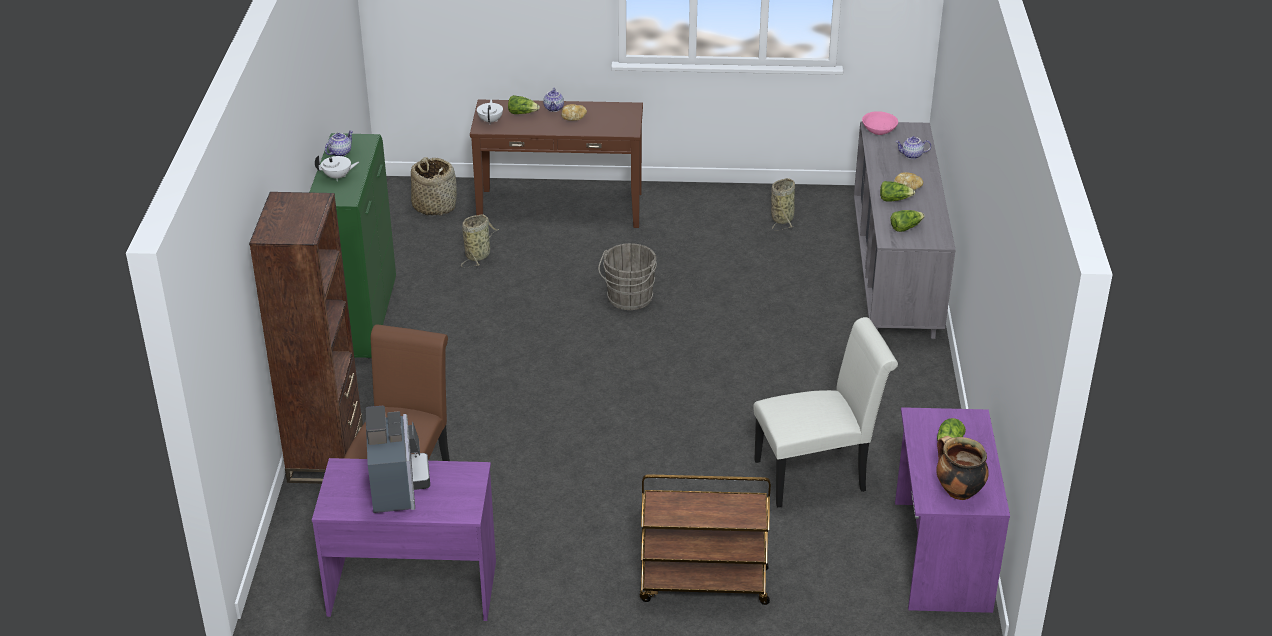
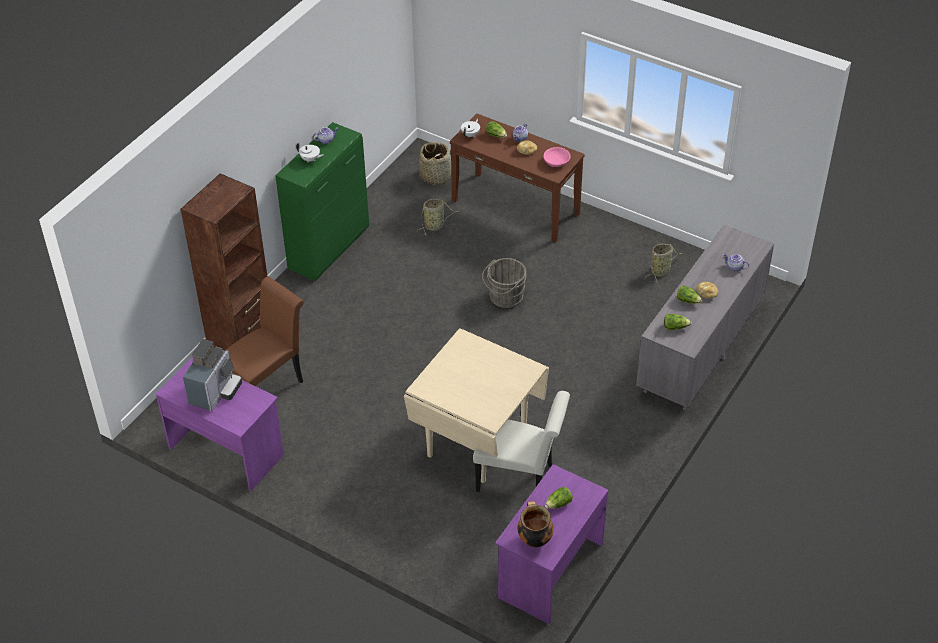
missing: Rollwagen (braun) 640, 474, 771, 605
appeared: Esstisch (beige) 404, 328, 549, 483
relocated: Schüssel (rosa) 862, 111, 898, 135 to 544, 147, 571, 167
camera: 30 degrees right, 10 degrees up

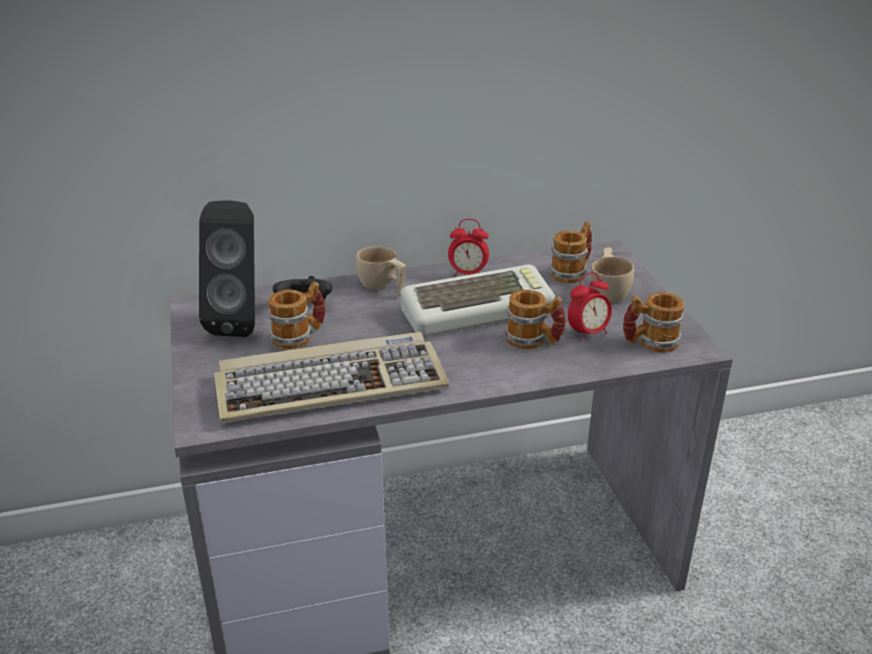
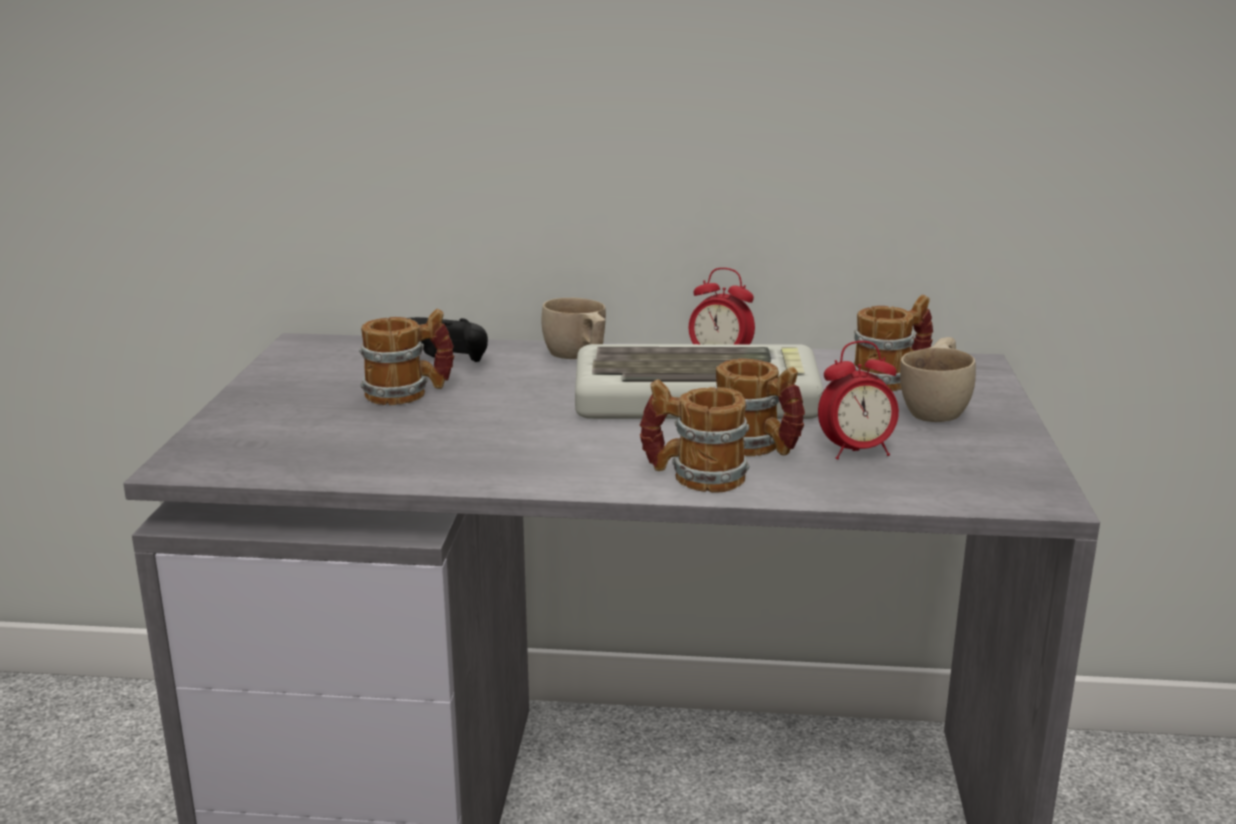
missing: Lautsprecher (schwarz) 199, 200, 255, 337; Tastatur 214, 332, 450, 424
relocated: Henkelbecher 623, 292, 685, 353 to 640, 379, 750, 493
camera: 20 degrees right, 10 degrees down

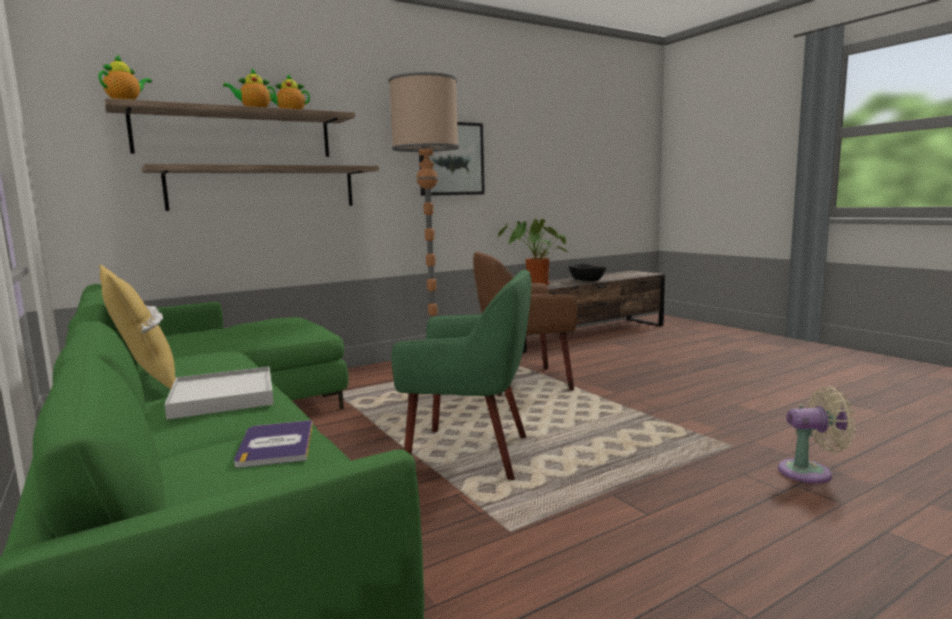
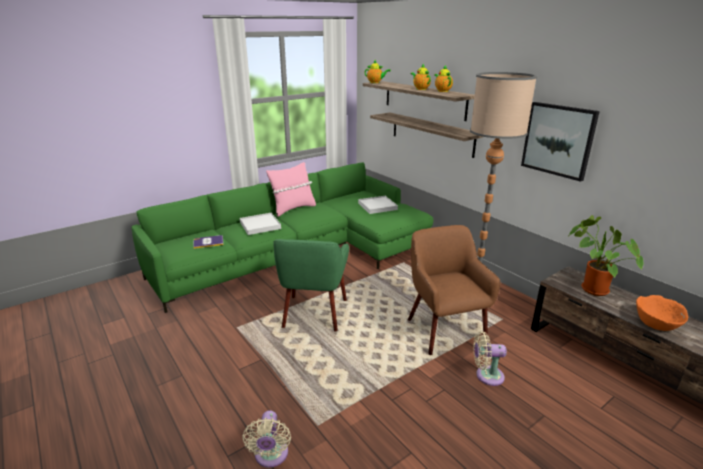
appeared: Tablett (weiß) 358, 196, 398, 214; Ventilator (beige) 473, 331, 507, 386
colour: Kissen (gelb) 99, 265, 176, 389 to Kissen (rosa) 266, 162, 316, 217; Schüssel (schwarz) 569, 263, 607, 281 to Schüssel (orange) 636, 295, 688, 331
camera: 85 degrees right, 15 degrees up

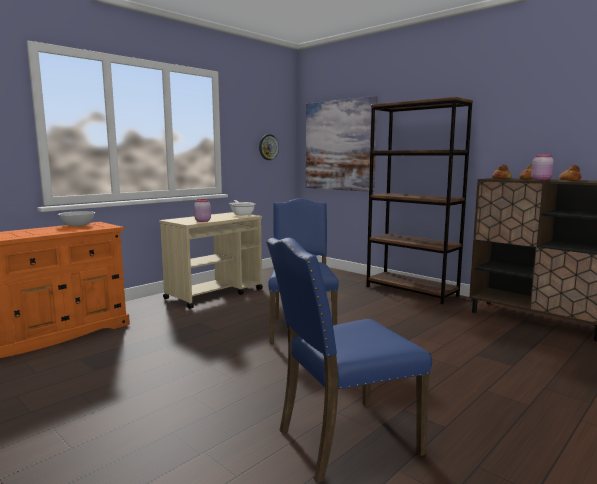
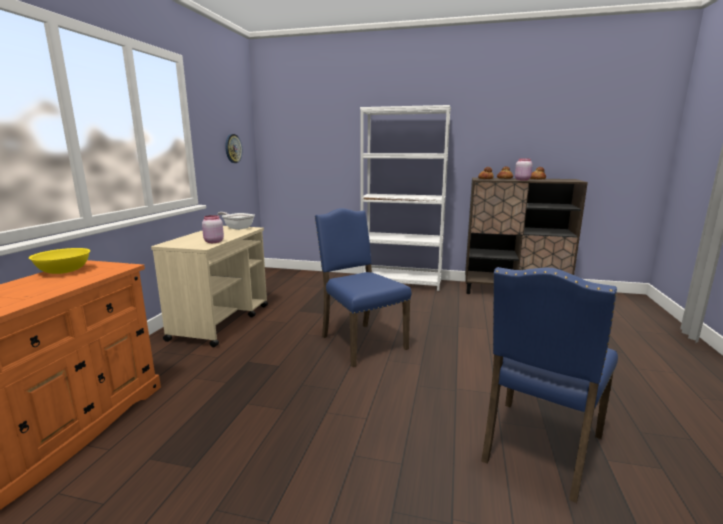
missing: Bild 306, 96, 377, 192
colour: Schüssel (weiß) 58, 211, 96, 226 to Schüssel (gelb) 29, 248, 91, 274; Bücherregal (braun) 366, 97, 473, 304 to Bücherregal (weiß) 360, 105, 451, 291
camera: 30 degrees left, 5 degrees up

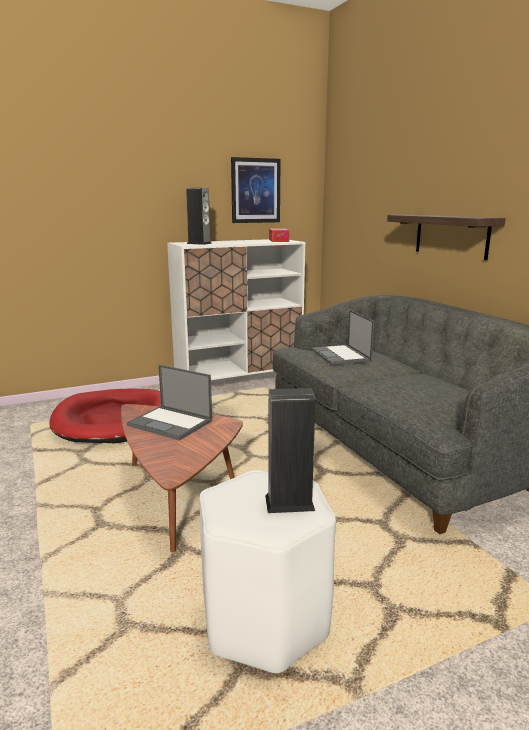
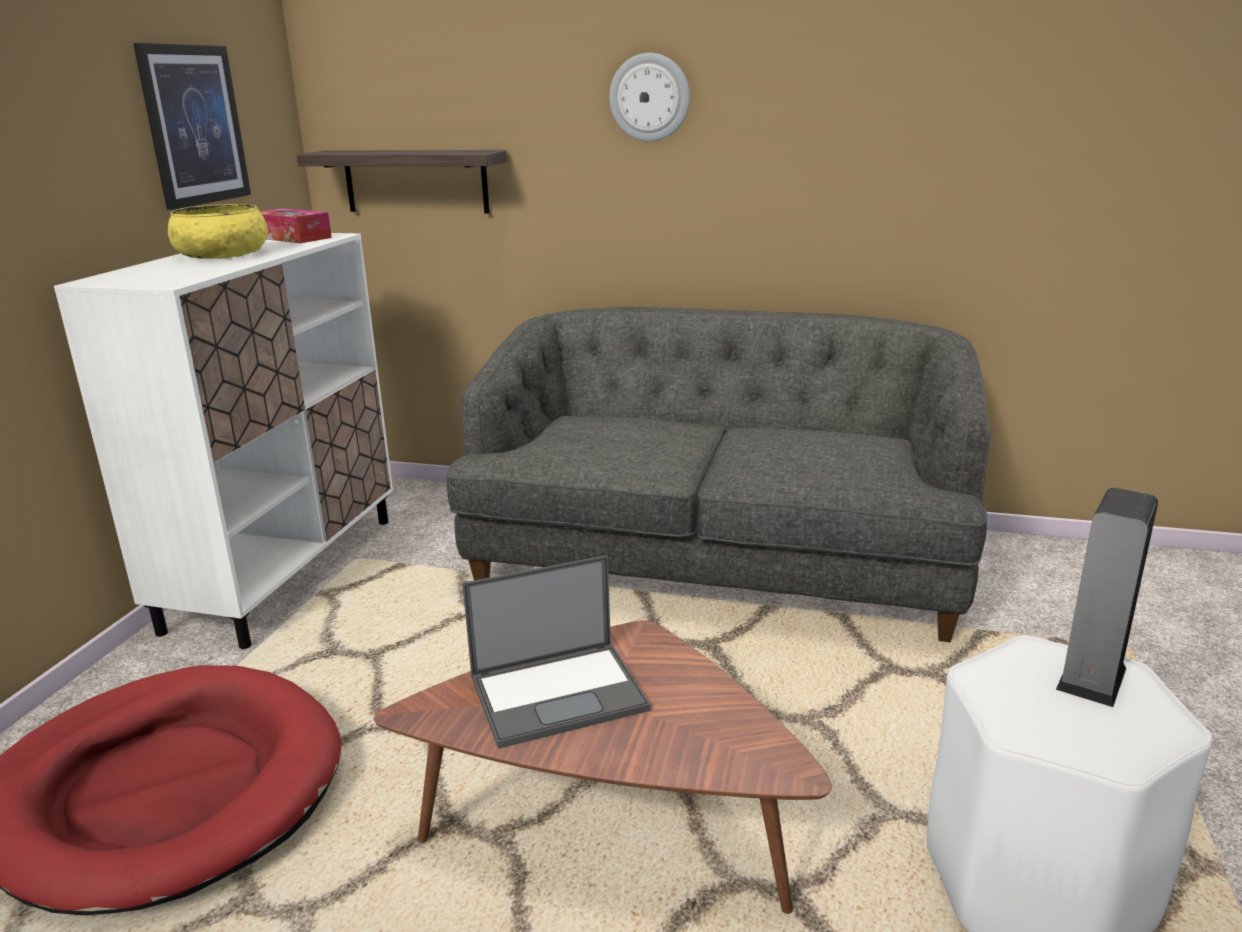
missing: Lautsprecher 186, 188, 212, 245; Laptop 311, 310, 374, 365
appeared: Schüssel (gelb) 168, 204, 268, 259; Wanduhr 609, 53, 690, 142
relocated: Wandregal 387, 215, 506, 260 to 296, 150, 507, 214
camera: 50 degrees left, 5 degrees up

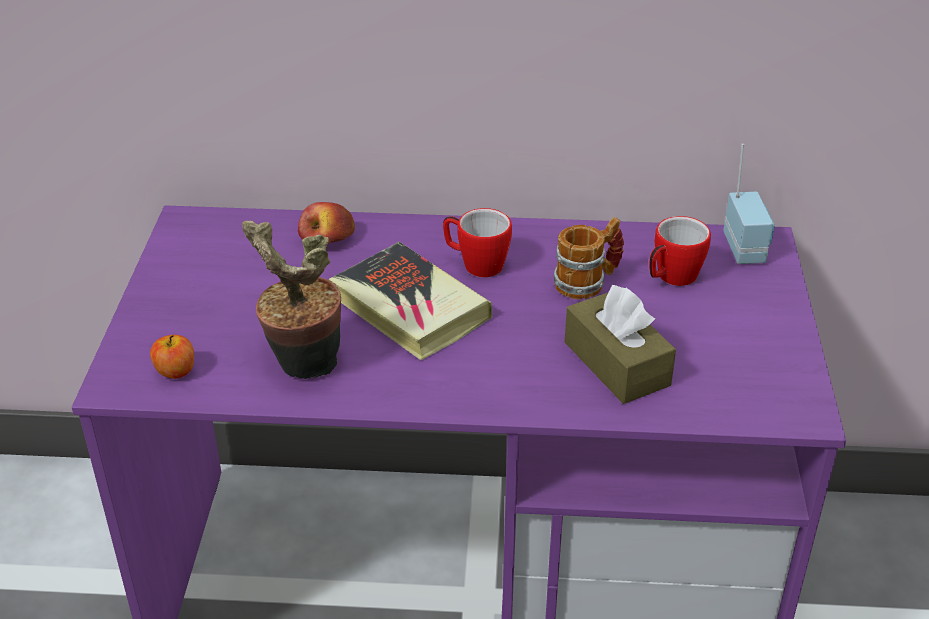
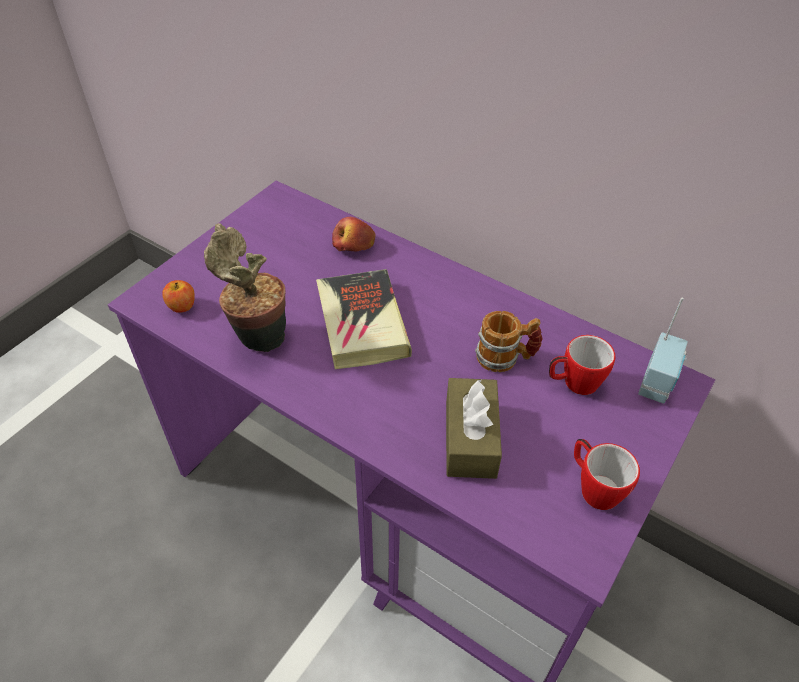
relocated: Henkelbecher 443, 208, 512, 277 to 574, 439, 640, 510
camera: 30 degrees right, 10 degrees up

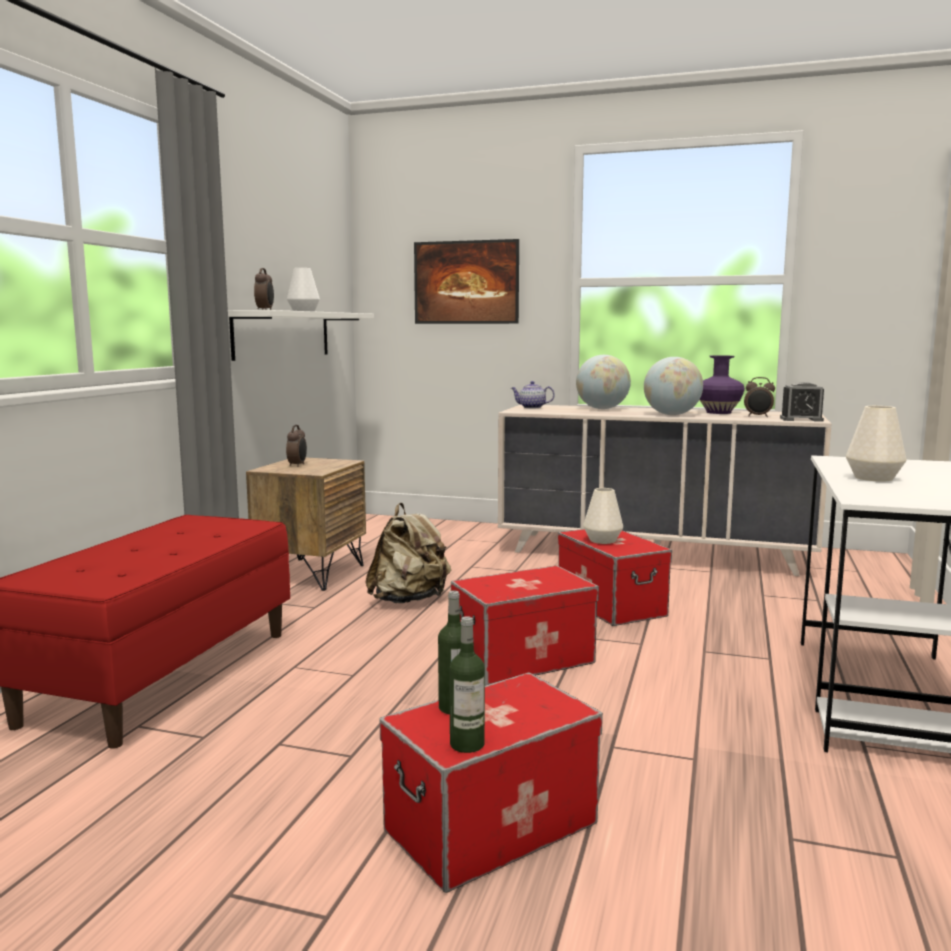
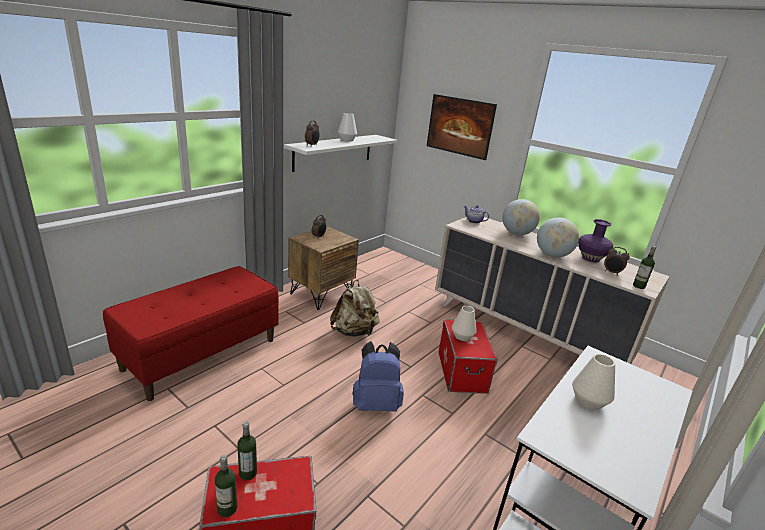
exchanged: Aufbewahrungsbox 451, 566, 599, 685 to Rucksack (blau) 353, 341, 404, 412; Wecker 780, 382, 824, 422 to Flasche 633, 246, 656, 289
camera: 20 degrees right, 15 degrees up

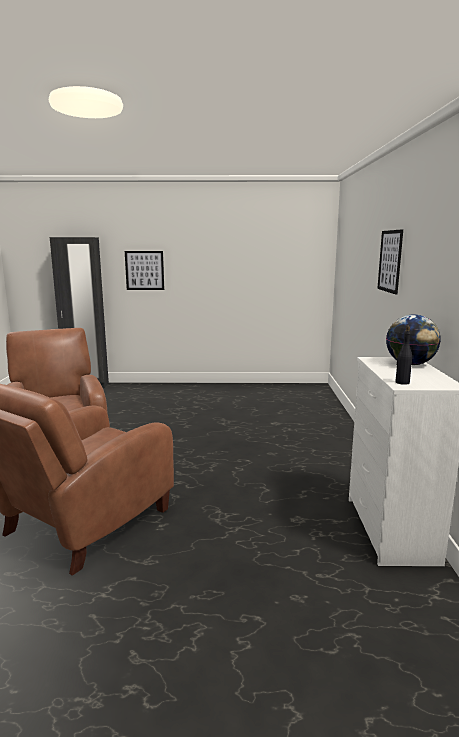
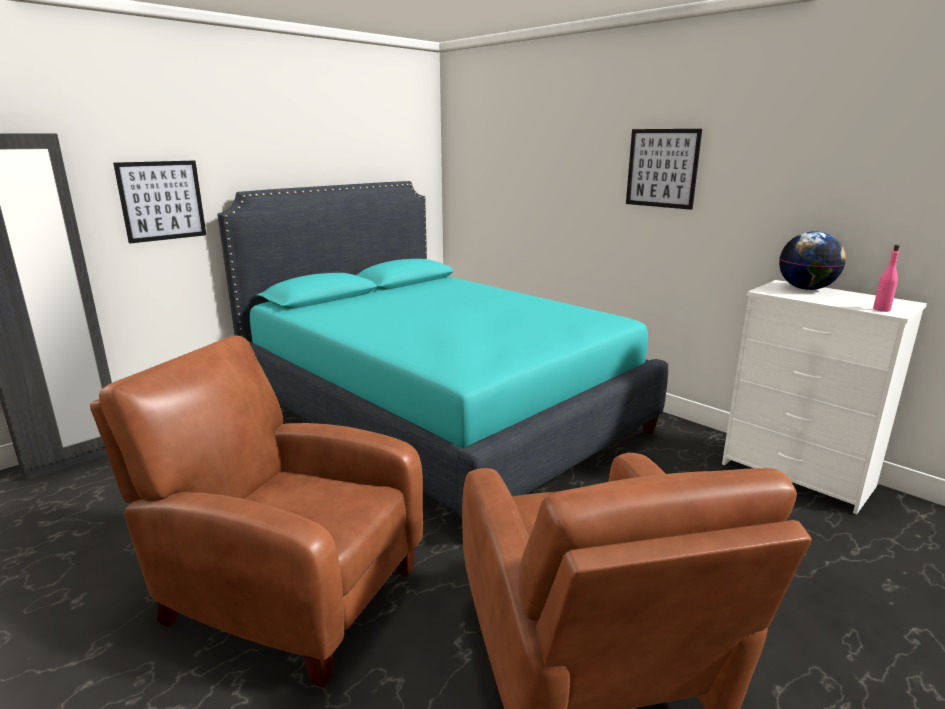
appeared: Bett (türkis) 217, 181, 668, 519
colour: Flasche (schwarz) 395, 326, 412, 385 to Flasche (rosa) 873, 245, 900, 312
camera: 45 degrees left, 5 degrees up

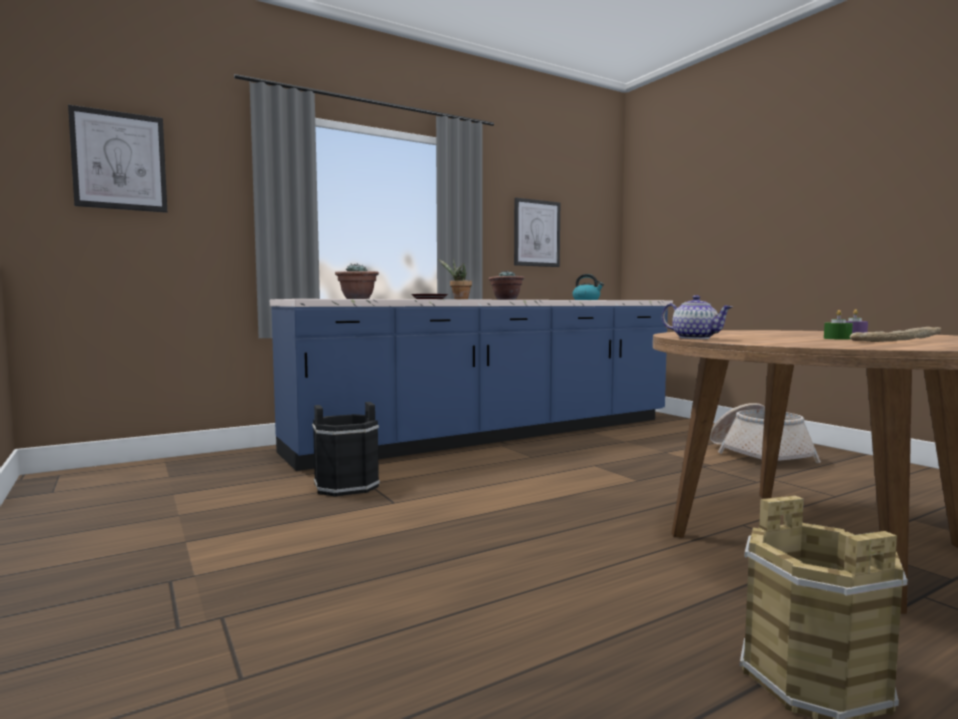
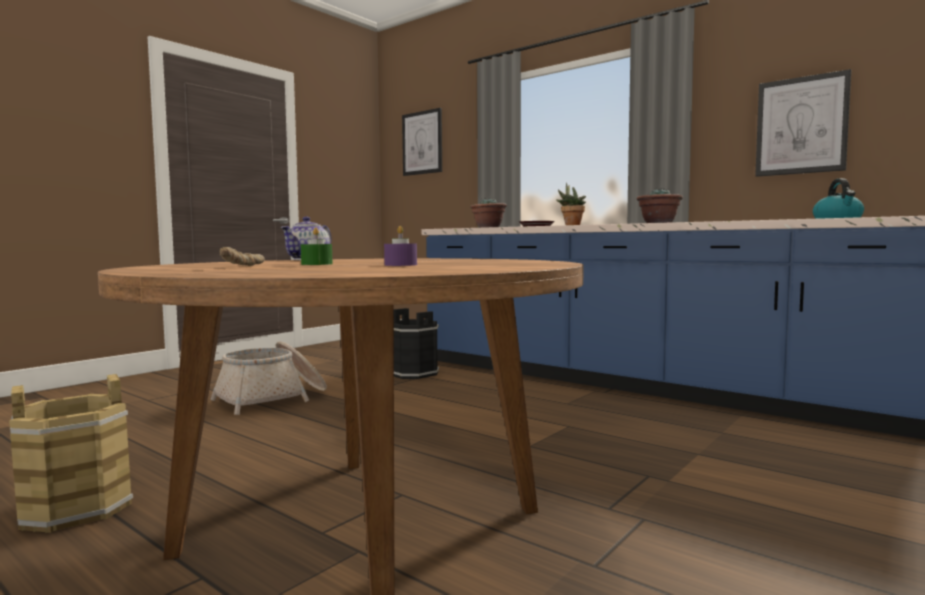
relocated: Korb 710, 403, 821, 463 to 211, 341, 327, 415
camera: 70 degrees right, 0 degrees up

